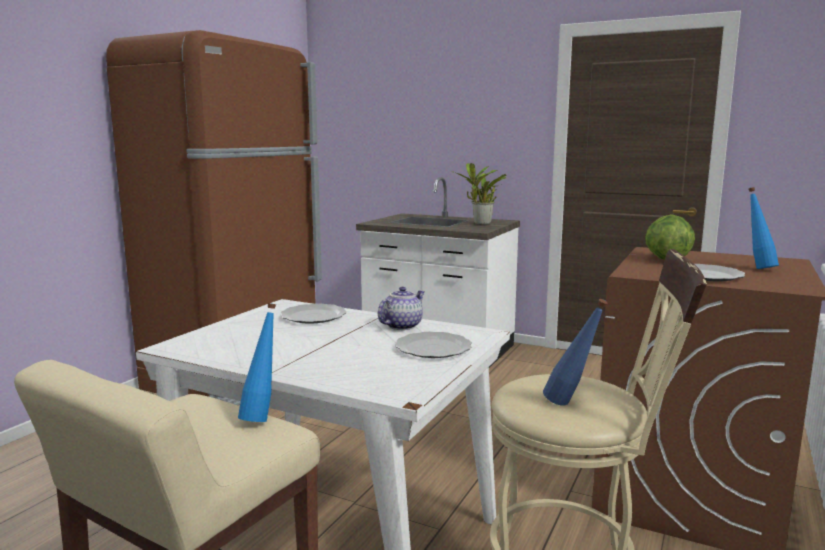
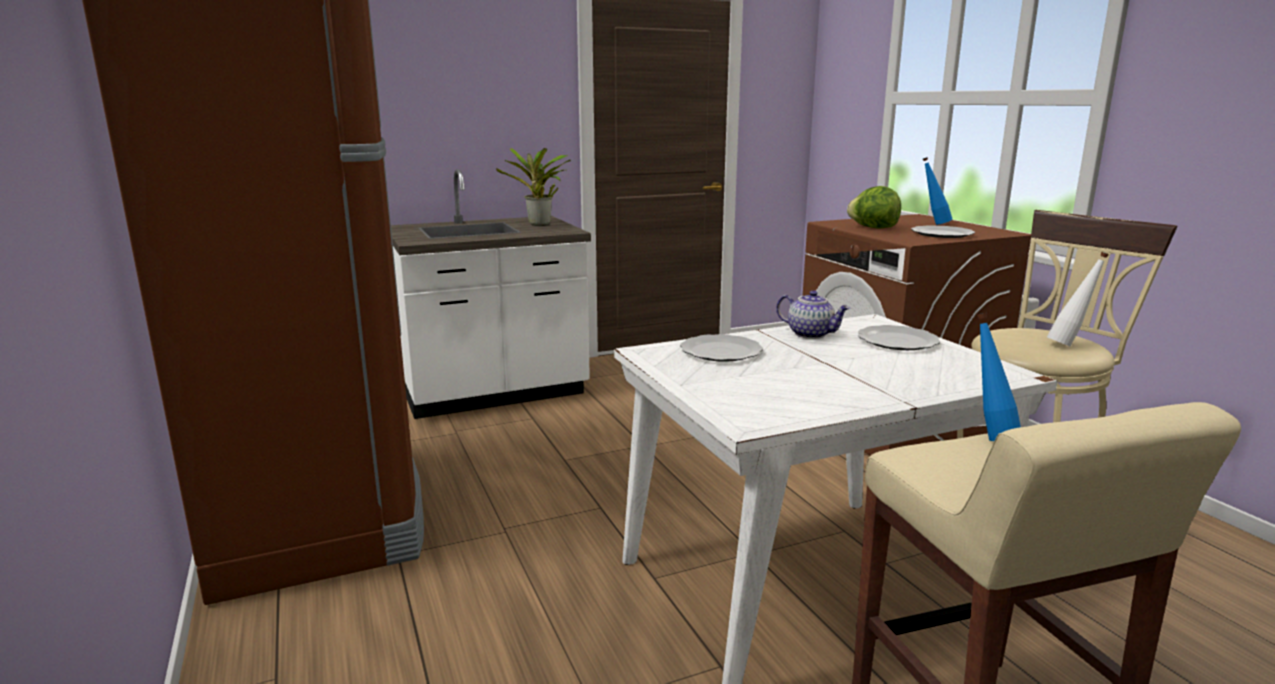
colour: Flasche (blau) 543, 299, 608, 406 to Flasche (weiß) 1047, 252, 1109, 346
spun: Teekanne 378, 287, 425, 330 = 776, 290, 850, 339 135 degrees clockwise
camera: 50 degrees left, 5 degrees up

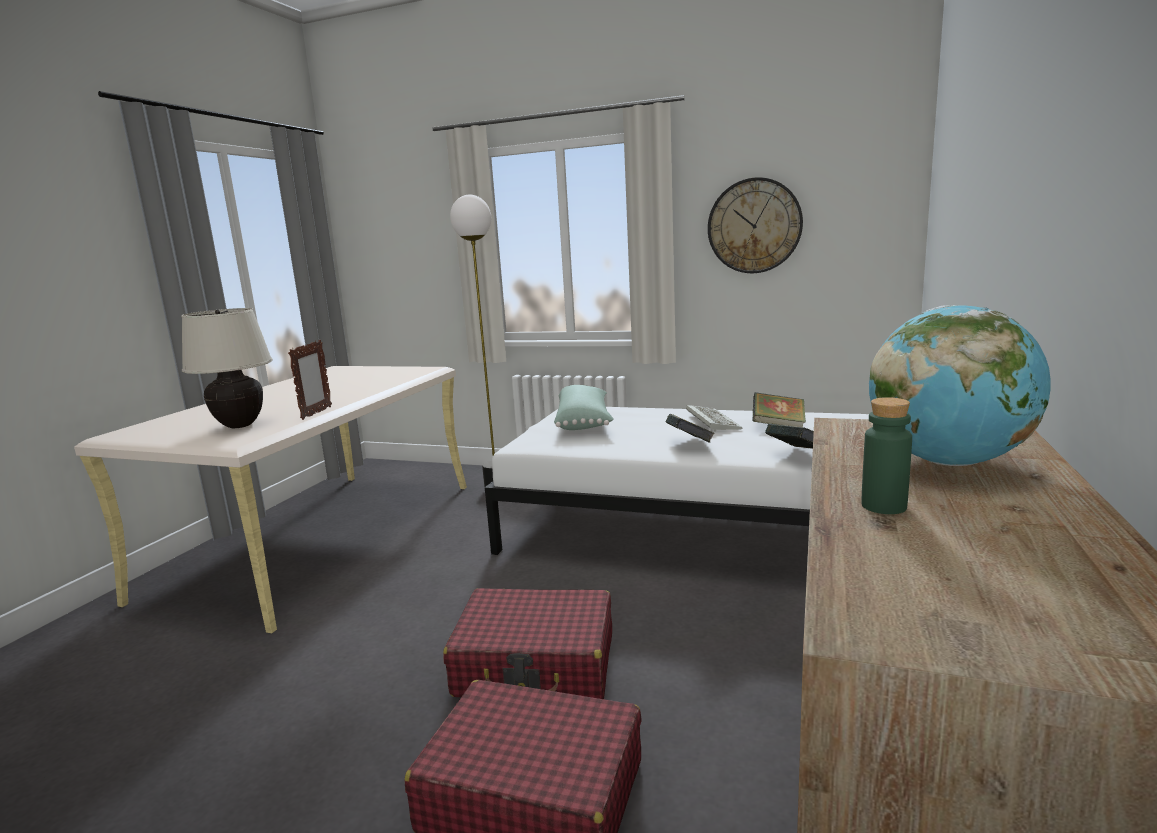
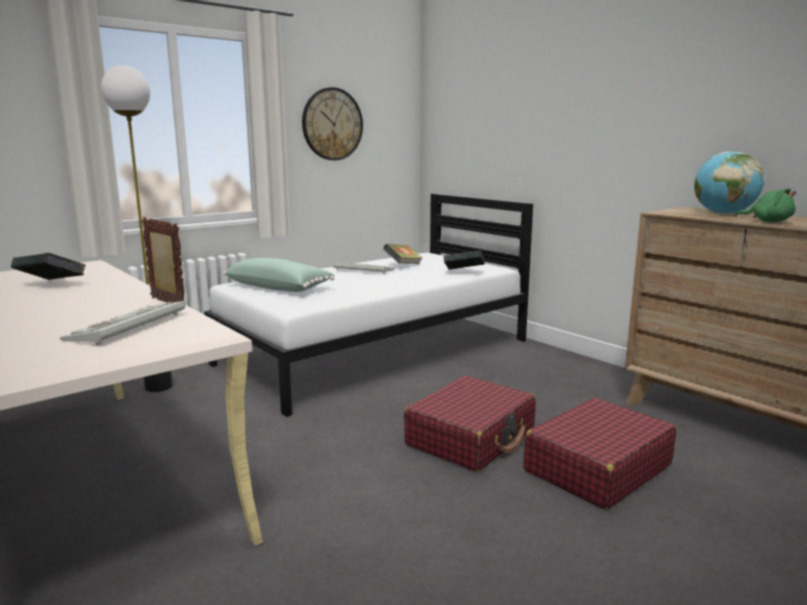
relocated: Buch 666, 414, 715, 442 to 11, 253, 86, 280
exchanged: Tischlampe (beige) 181, 308, 273, 428 to Tastatur 60, 301, 185, 345; Flasche (grün) 861, 397, 912, 514 to Plüschtier (grün) 735, 188, 796, 222
camera: 60 degrees left, 0 degrees up

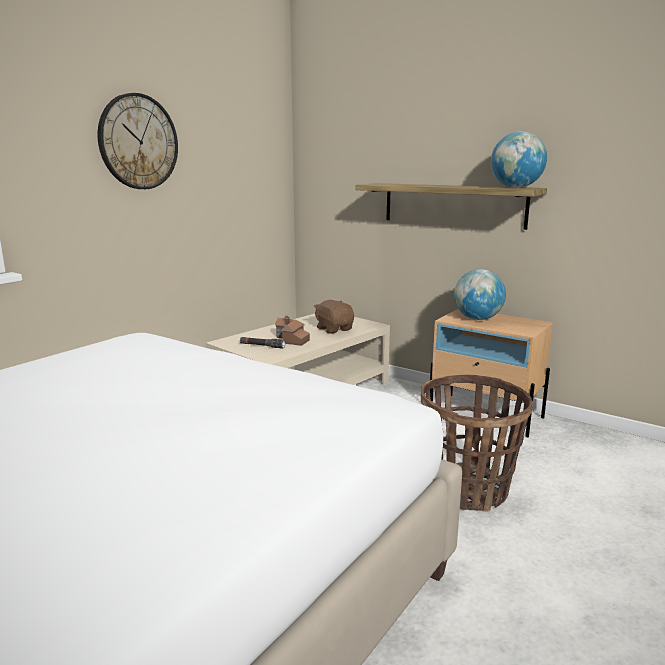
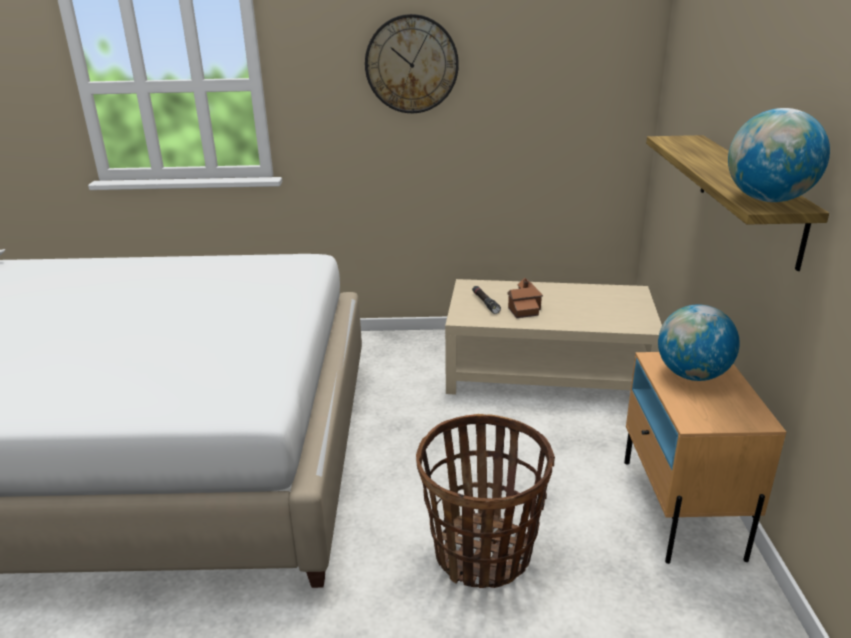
missing: Plüschtier (braun) 314, 300, 354, 334
camera: 55 degrees right, 10 degrees up

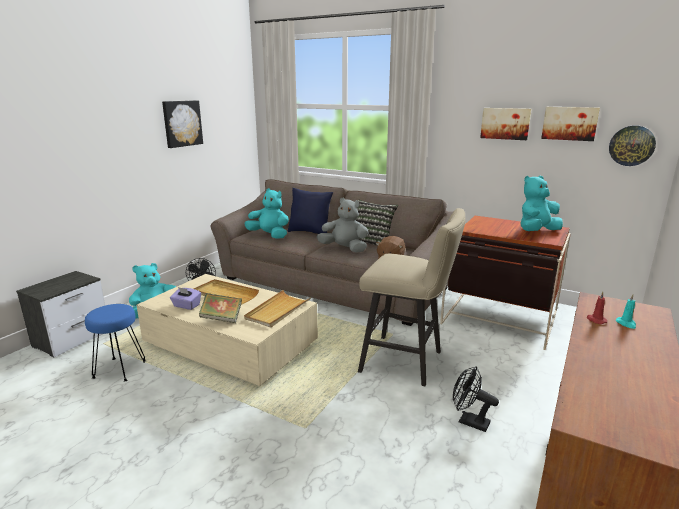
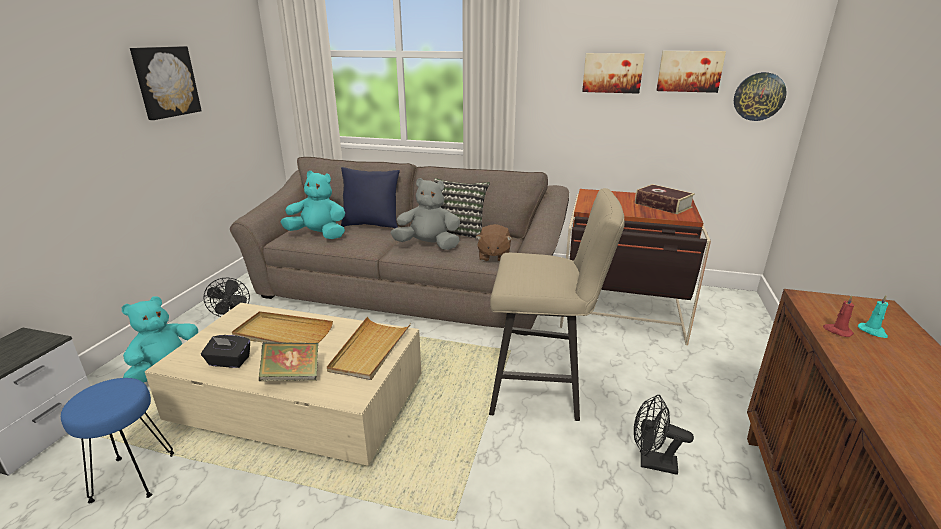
exchanged: Plüschtier (türkis) 520, 176, 563, 231 to Buch 635, 184, 695, 214
colour: Taschentuchbox (lila) 170, 287, 201, 310 to Taschentuchbox (schwarz) 201, 335, 250, 368
camera: 15 degrees left, 5 degrees up

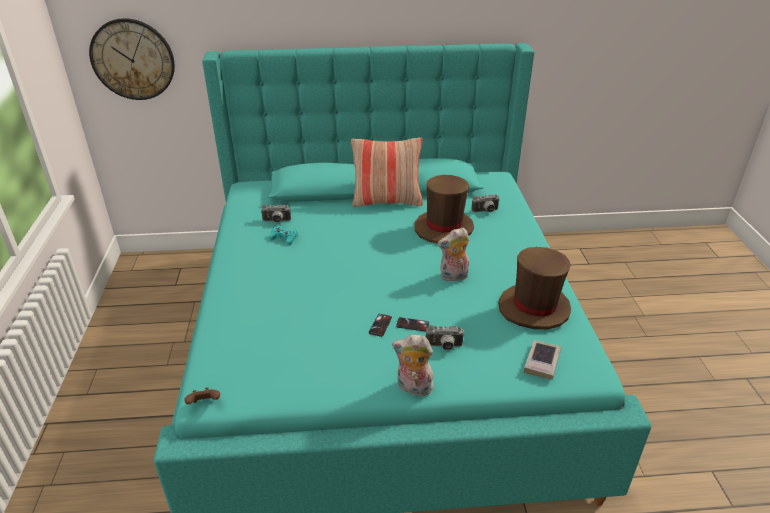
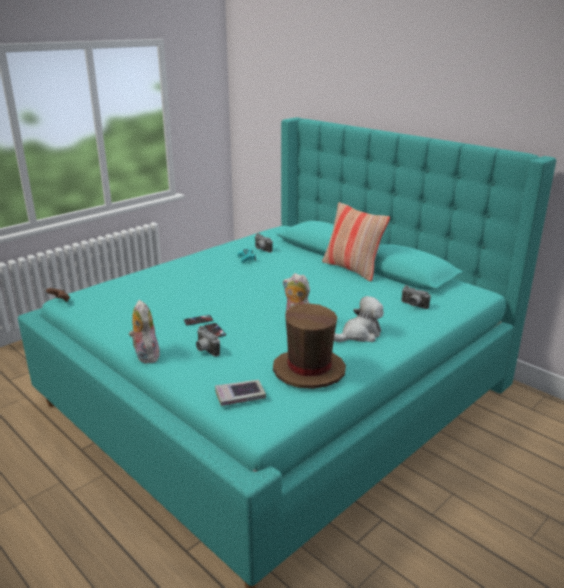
missing: Wanduhr 89, 18, 175, 100; Hut (braun) 414, 175, 474, 244
appeared: Plüschtier 334, 296, 384, 342
camera: 50 degrees right, 10 degrees down

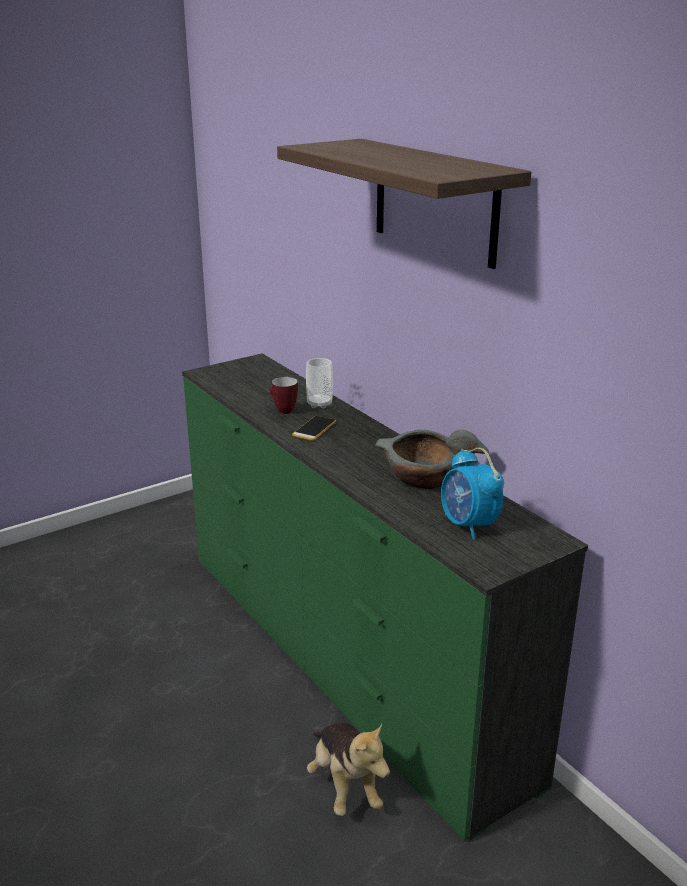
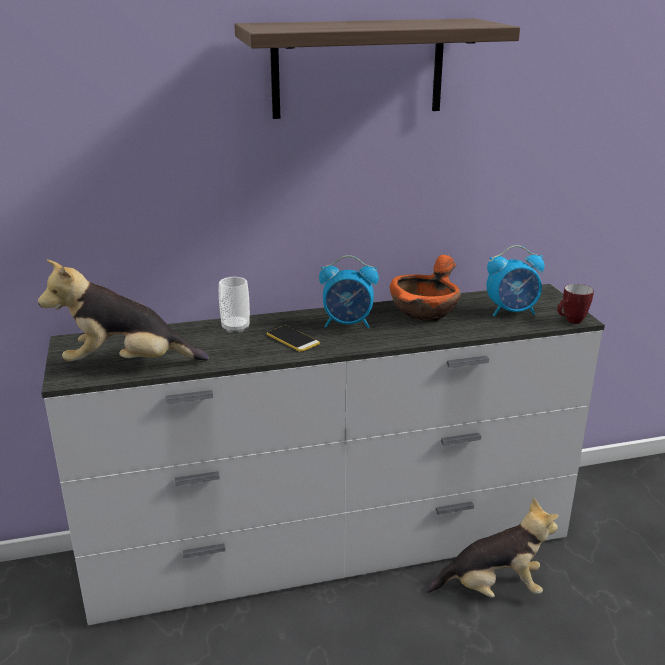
appeared: Plüschtier 38, 259, 209, 362; Wecker 319, 255, 379, 328
relocated: Henkelbecher 270, 377, 298, 414 to 557, 284, 594, 324
colour: Kommode (grün) 182, 354, 588, 841 to Kommode (weiß) 41, 284, 605, 625; Schüssel (grau) 376, 430, 489, 489 to Schüssel (orange) 390, 255, 461, 321
camera: 70 degrees left, 0 degrees up

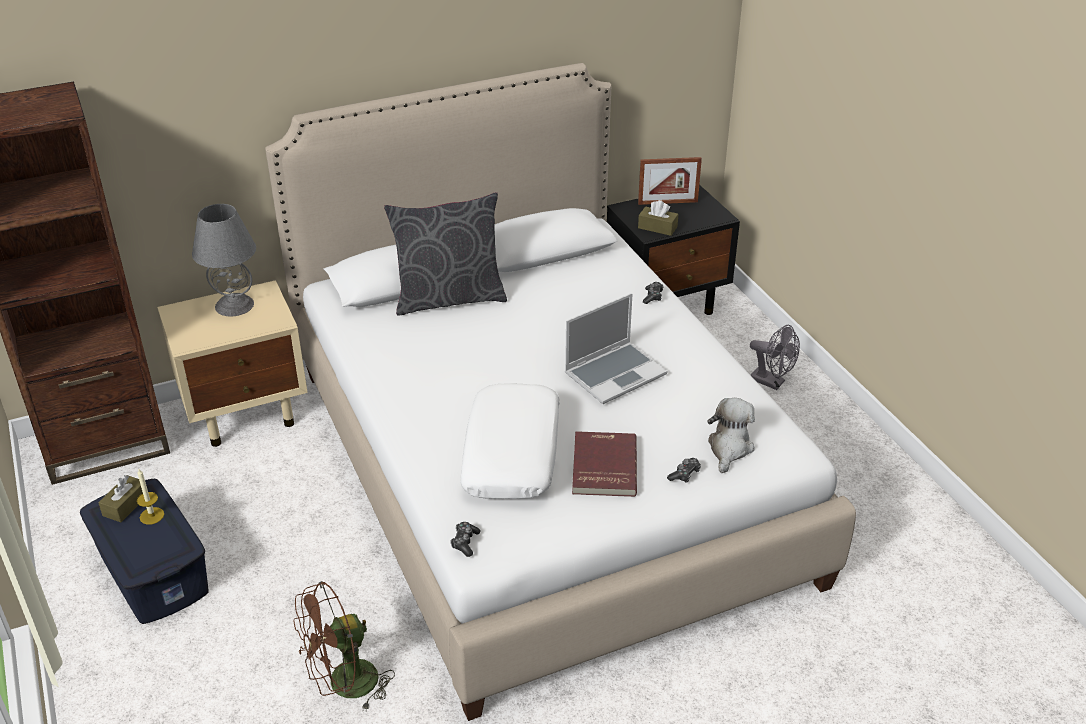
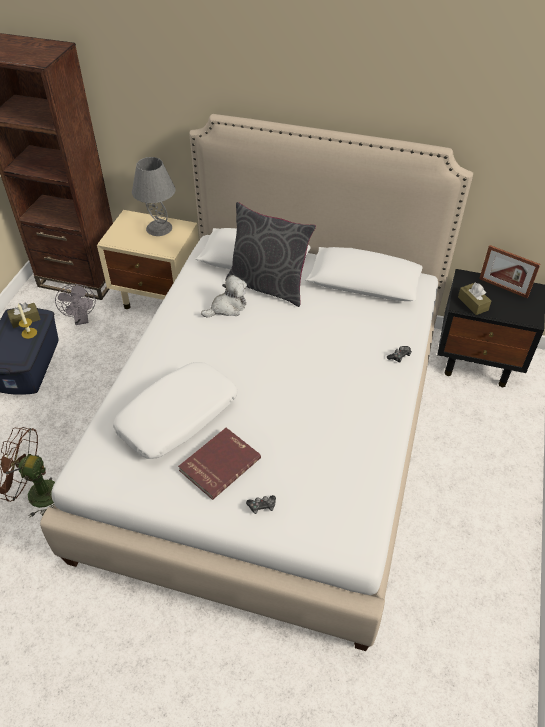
missing: Gamepad 450, 522, 480, 557; Laptop 565, 293, 667, 404
relocated: Ventilator (grau) 750, 325, 800, 390 to 55, 284, 96, 325; Plüschtier 707, 398, 755, 473 to 201, 275, 247, 318
camera: 40 degrees right, 10 degrees up

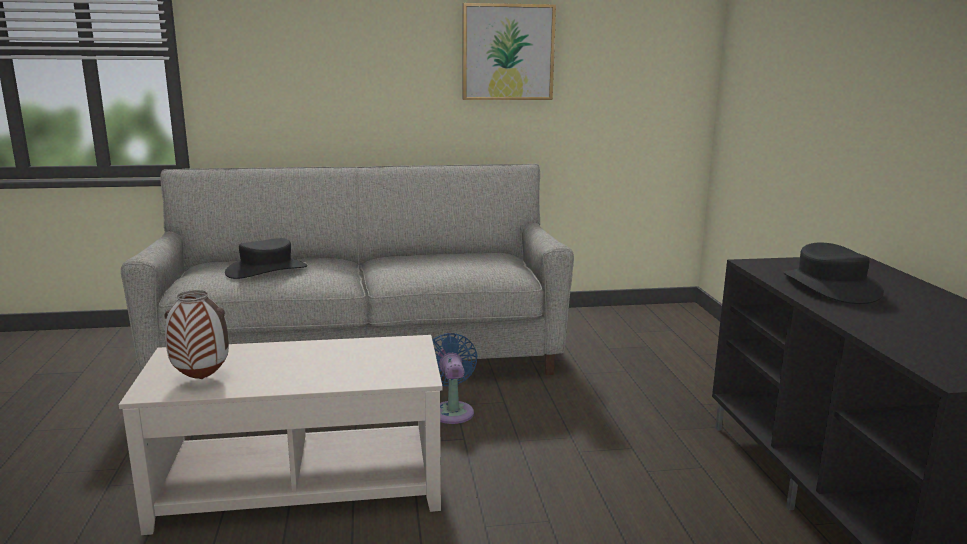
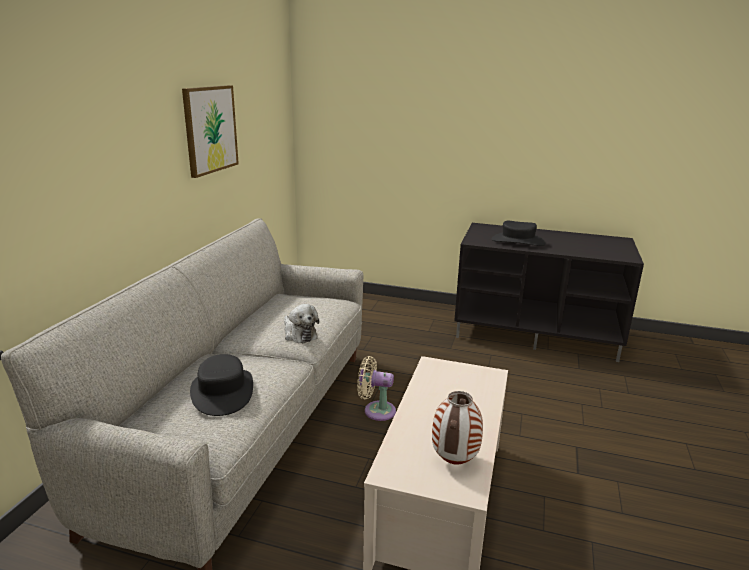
appeared: Plüschtier 284, 304, 319, 343
colour: Ventilator (blau) 432, 333, 478, 424 to Ventilator (beige) 357, 356, 396, 421
camera: 65 degrees left, 5 degrees up

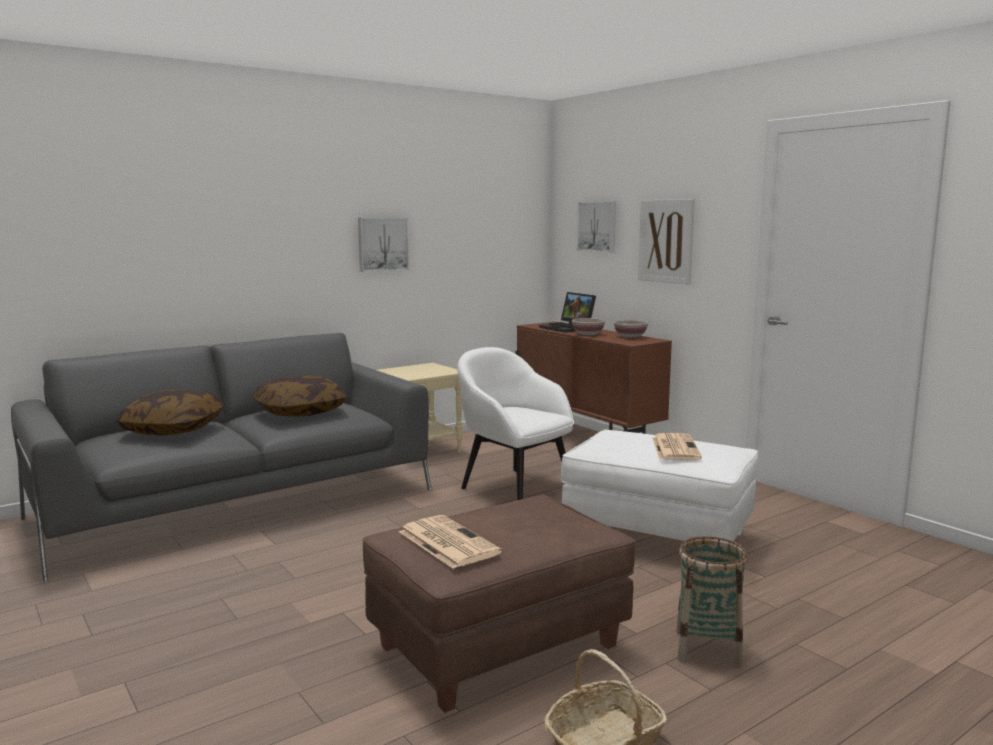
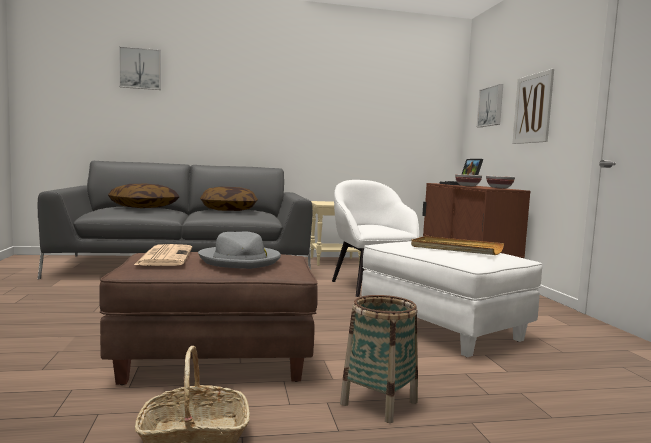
appeared: Hut (grau) 198, 232, 281, 269
relocated: Bild 358, 218, 409, 272 to 119, 46, 161, 90
exchanged: Zeitung 652, 433, 702, 460 to Tablett (beige) 411, 236, 504, 255
camera: 25 degrees right, 5 degrees down

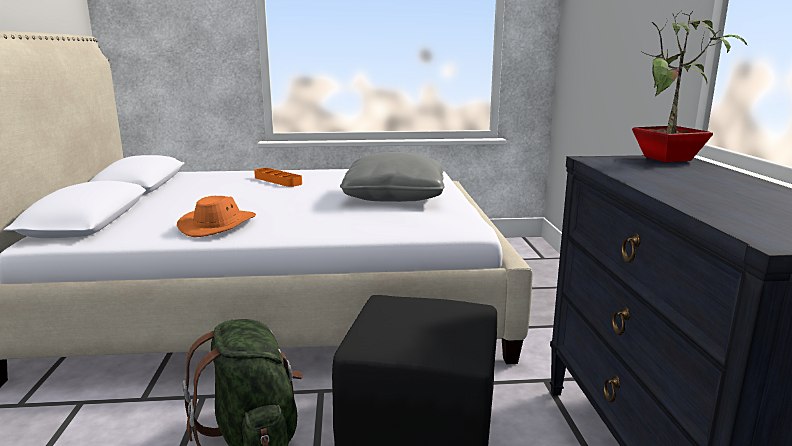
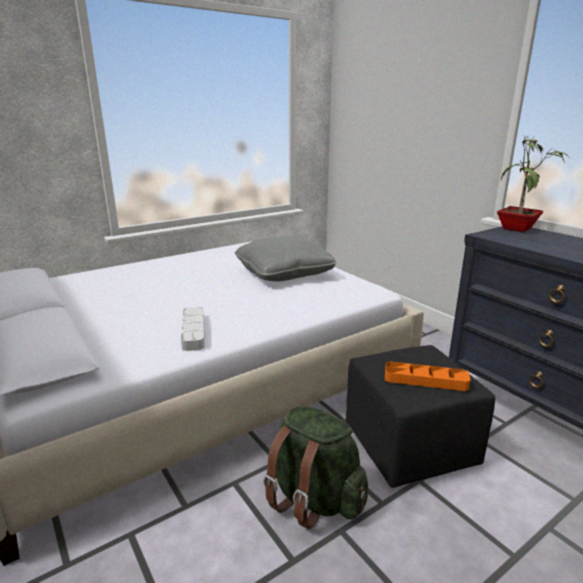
relocated: Tablett (orange) 254, 168, 302, 187 to 385, 362, 471, 391
exchanged: Hut (orange) 177, 196, 256, 237 to Tablett (grau) 181, 307, 205, 351
camera: 30 degrees left, 5 degrees up

